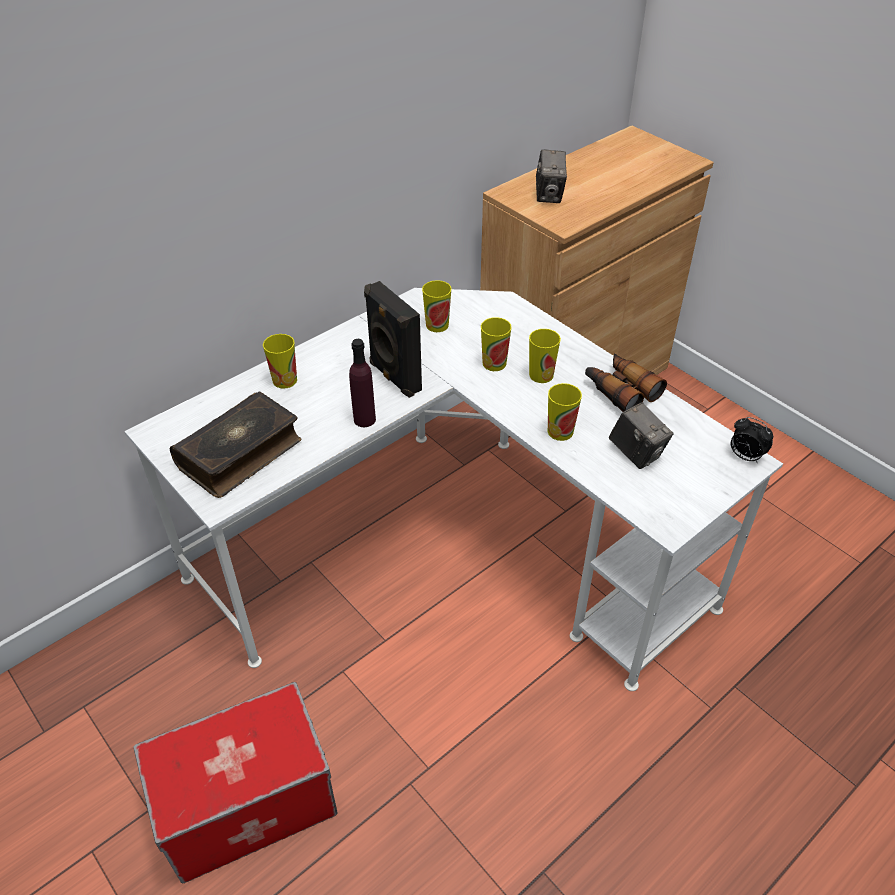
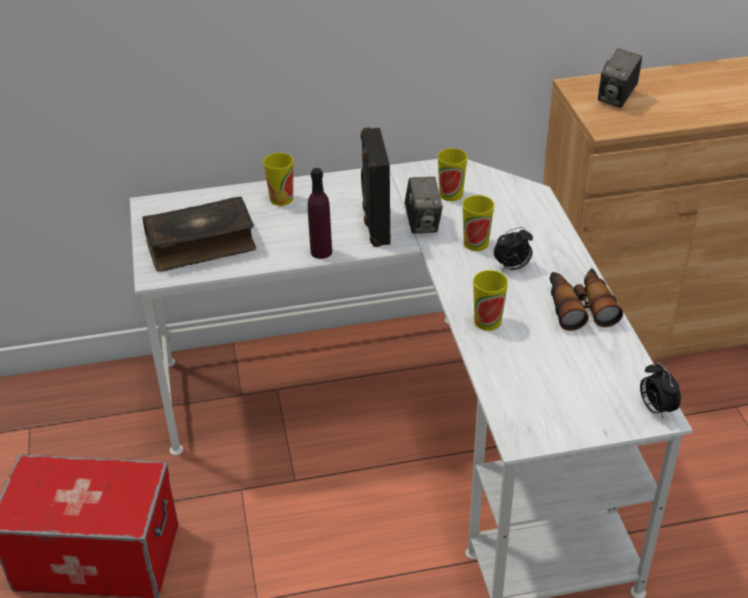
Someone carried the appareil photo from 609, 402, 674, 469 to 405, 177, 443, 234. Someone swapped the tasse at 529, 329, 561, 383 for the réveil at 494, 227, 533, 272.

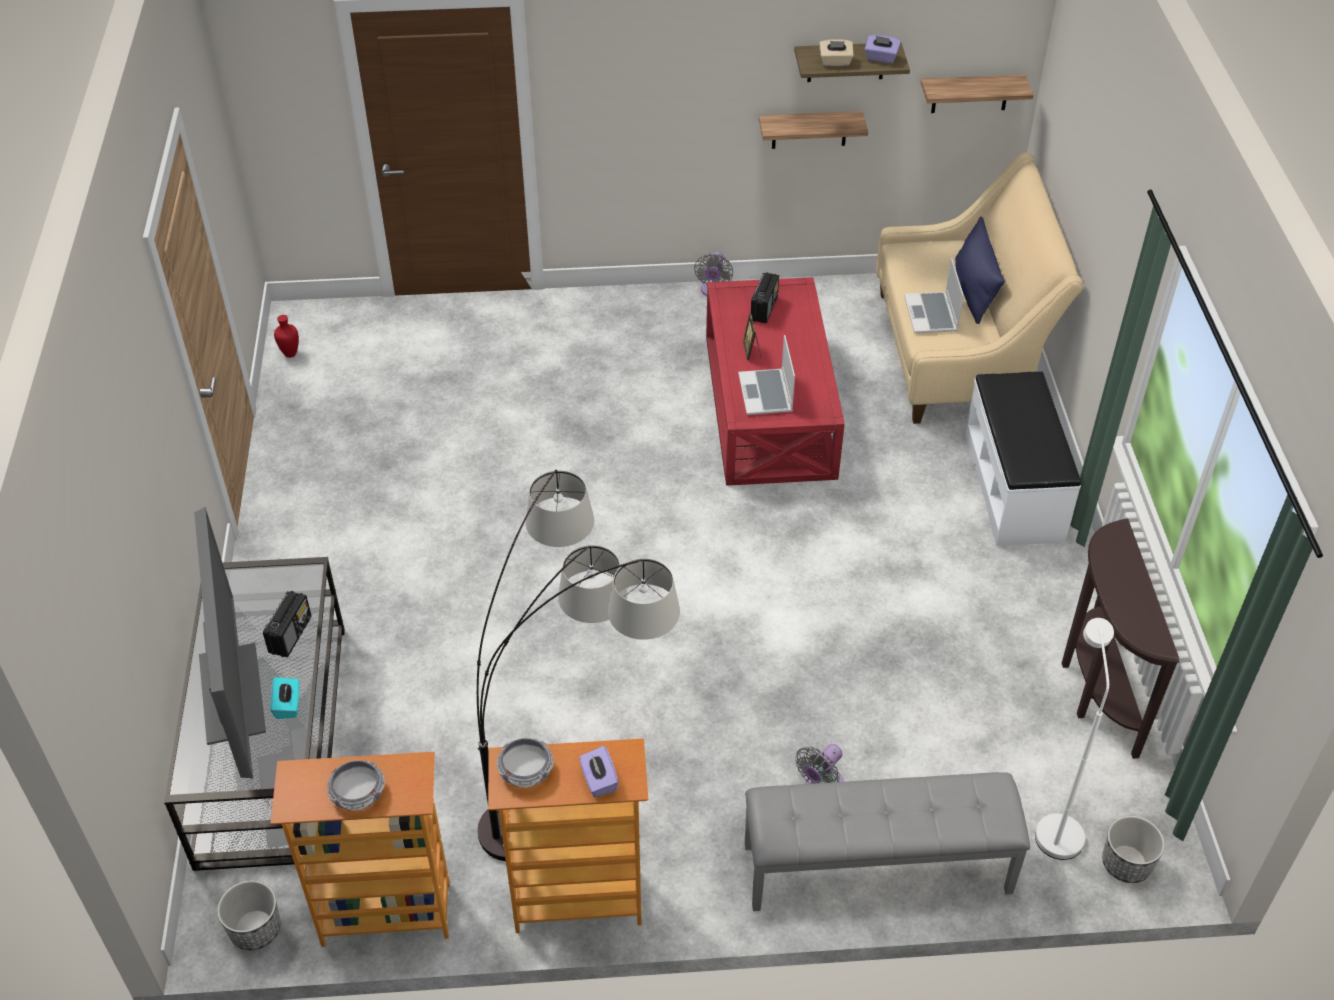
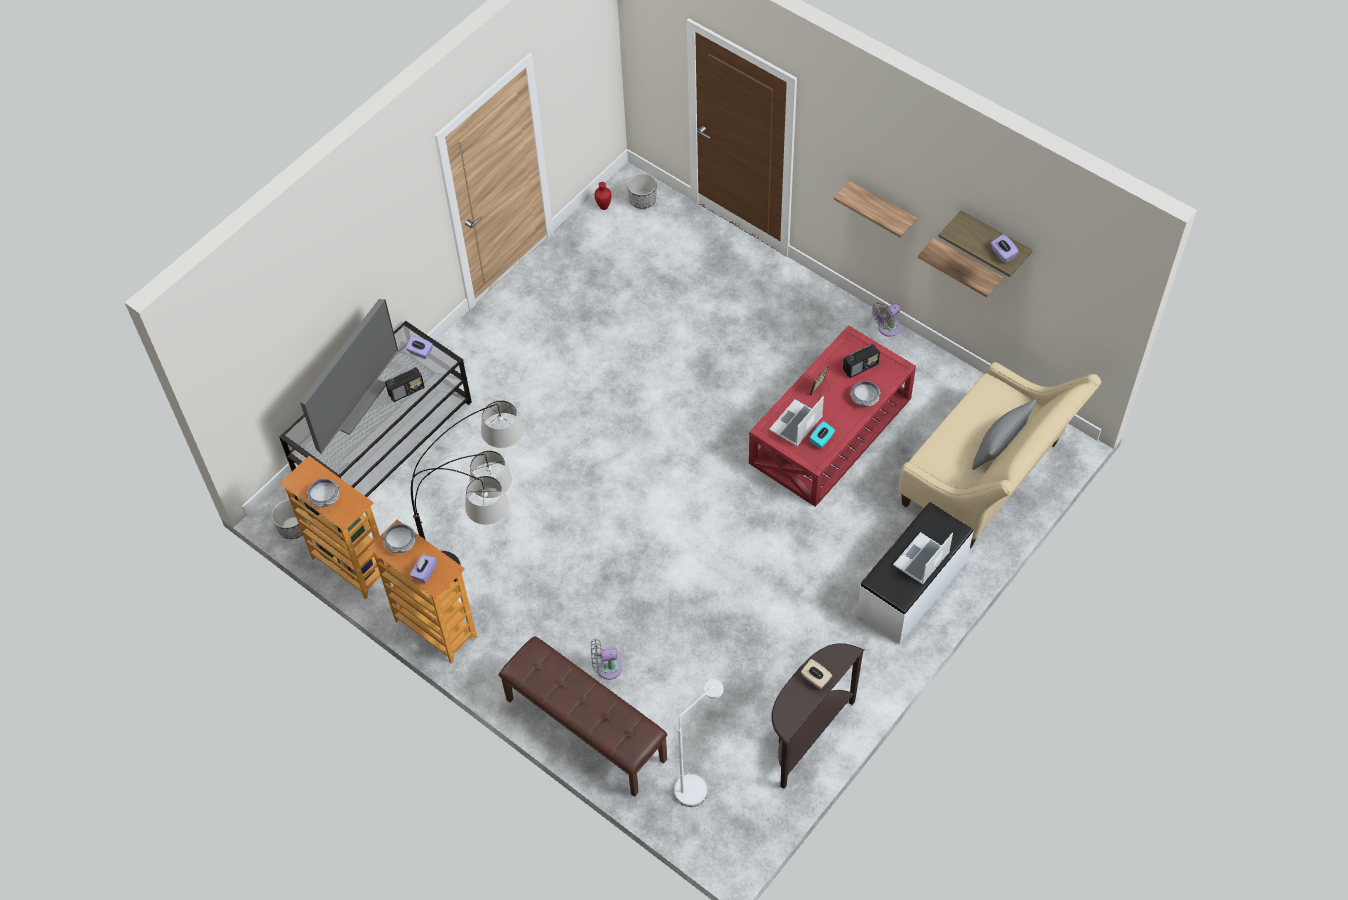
Someone put down the boîte à mouchoirs/violet at 406, 336, 433, 359. Someone put down the bol at 850, 381, 881, 407. Someone carried the boîte à mouchoirs/turquoise from 270, 677, 300, 719 to 810, 421, 835, 449. Someone carried the boîte à mouchoirs/beige from 819, 39, 854, 66 to 801, 659, 832, 689. Someone carried the ordinateur portable from 904, 258, 964, 333 to 893, 532, 953, 584. Someone carried the étagère from 921, 75, 1034, 113 to 834, 180, 917, 238. Someone carried the cache-pot from 1102, 816, 1165, 883 to 627, 173, 657, 209. Someone repainted the banc/gris at 745, 772, 1030, 911, which became the banc/marron at 499, 636, 667, 797. Someone repainted the coussin/bleu at 955, 217, 1005, 324, which became the coussin/gris at 972, 399, 1036, 470.

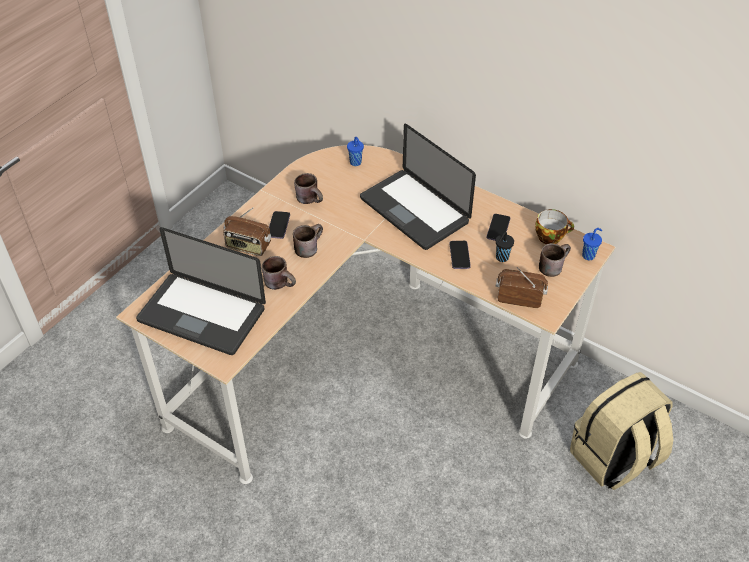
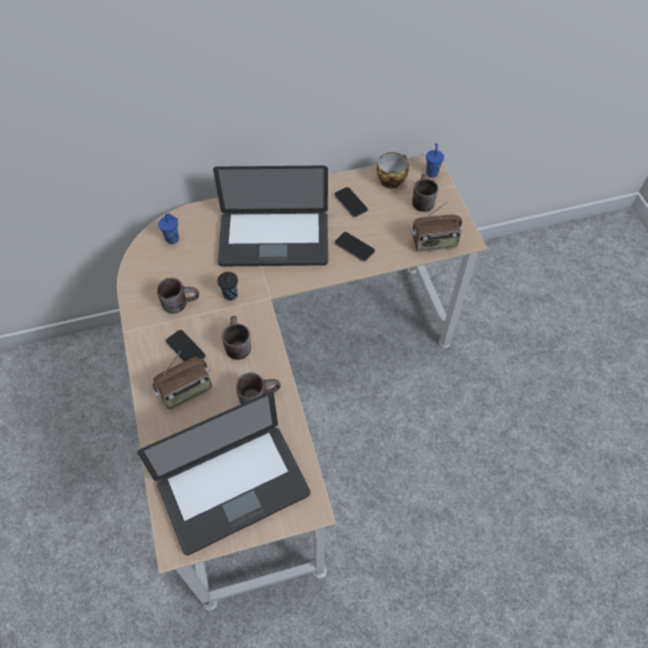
Someone took away the sac à dos/beige at 570, 372, 673, 490. Someone carried the tasse/noir from 495, 232, 514, 262 to 217, 272, 238, 301. Someone rotated the radio at 496, 267, 548, 308 by 150 degrees counterclockwise.

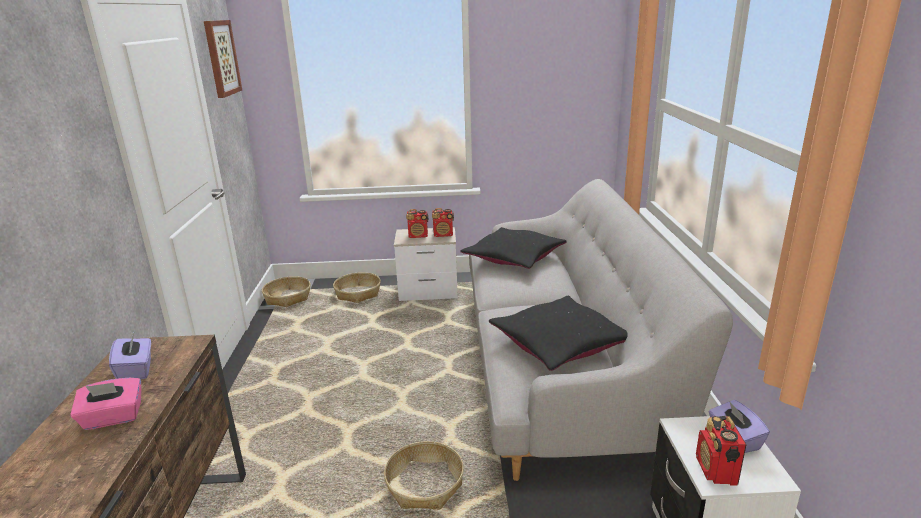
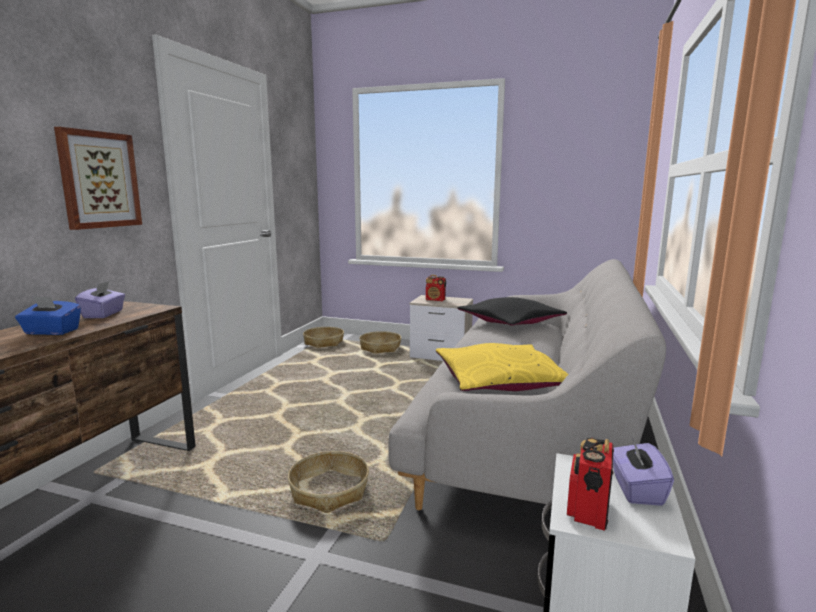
Someone took away the radio at 432, 208, 454, 237. Someone carried the tableau from 204, 20, 242, 98 to 54, 127, 142, 230. Someone repainted the boîte à mouchoirs/rose at 70, 378, 141, 430, which became the boîte à mouchoirs/bleu at 15, 296, 81, 335. Someone repainted the coussin/noir at 489, 296, 628, 371, which became the coussin/jaune at 436, 343, 568, 391.

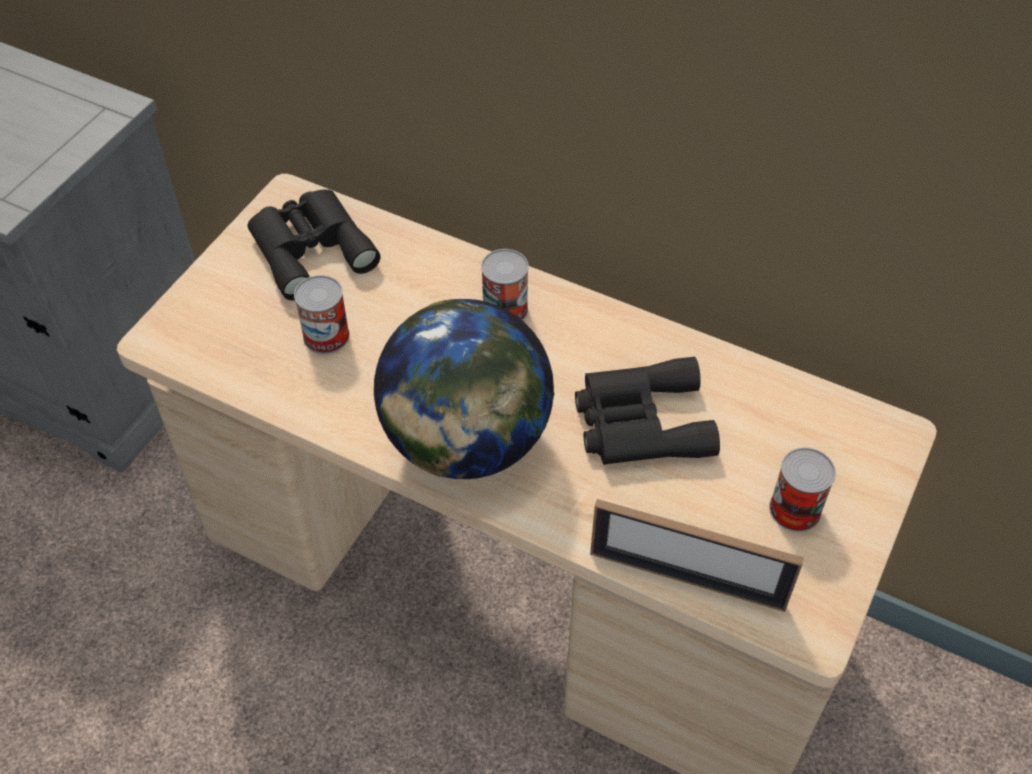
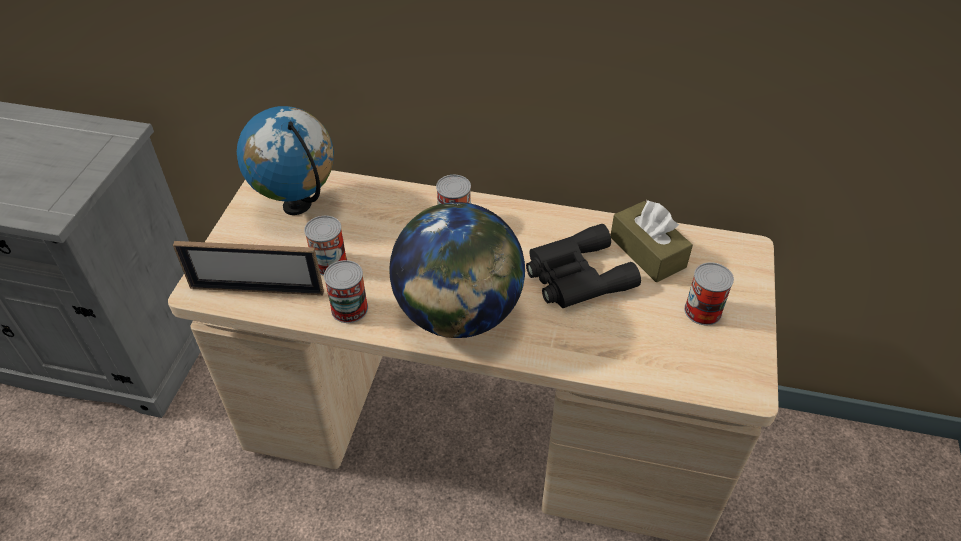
Someone put down the boîte métallique at 324, 260, 368, 323. Someone put down the boîte à mouchoirs/marron at 610, 201, 693, 282. Someone carried the cadre photo from 590, 499, 804, 612 to 173, 241, 324, 295. Someone swapped the jumelles/noir at 248, 190, 380, 300 for the globe at 237, 106, 334, 215.

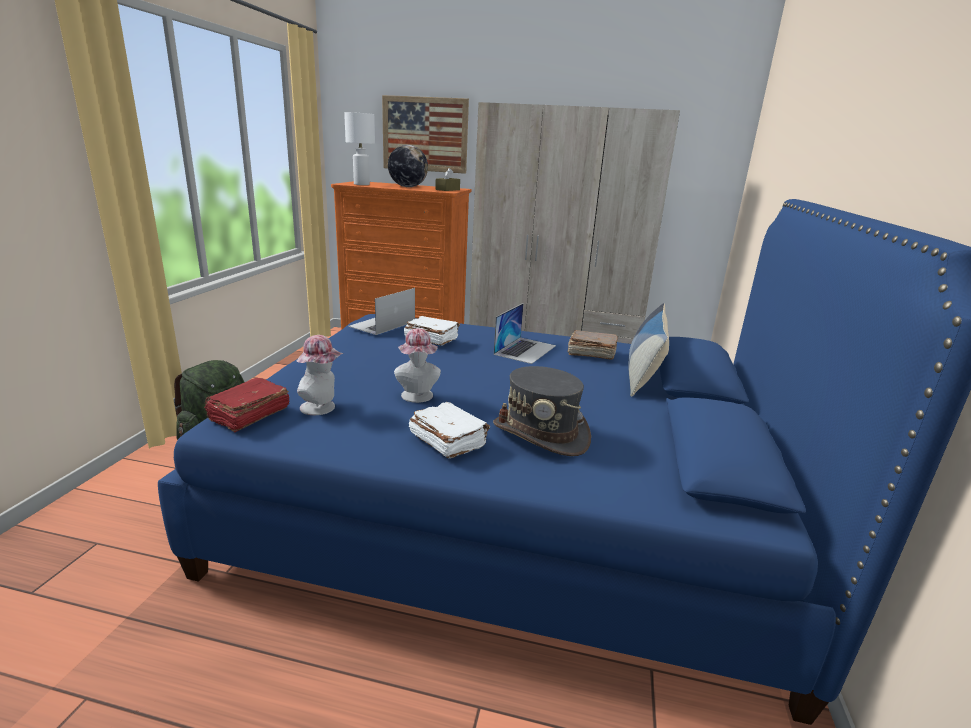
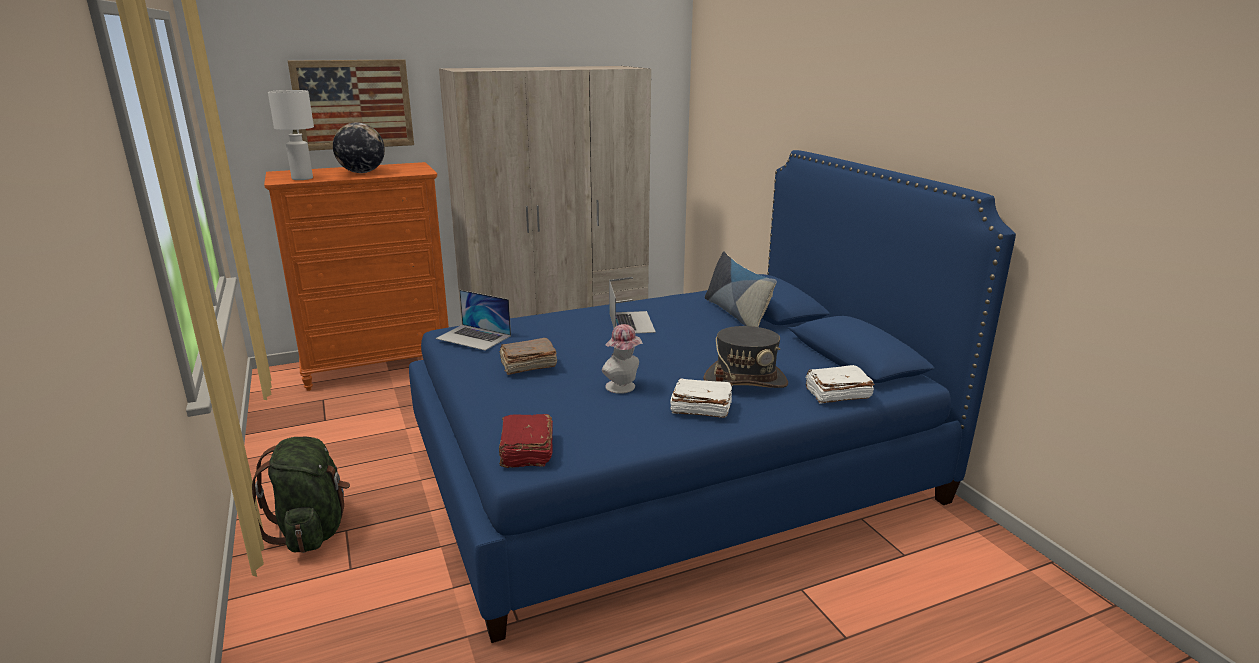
Someone took away the chapeau at 297, 335, 343, 415. Someone took away the boîte à mouchoirs/marron at 435, 168, 460, 191. Someone carried the livre/blanc from 404, 316, 460, 346 to 806, 365, 875, 404. Someone carried the livre/marron from 568, 330, 618, 360 to 499, 338, 557, 375. Someone rotated the ordinateur portable at 348, 288, 415, 335 by 60 degrees counterclockwise.

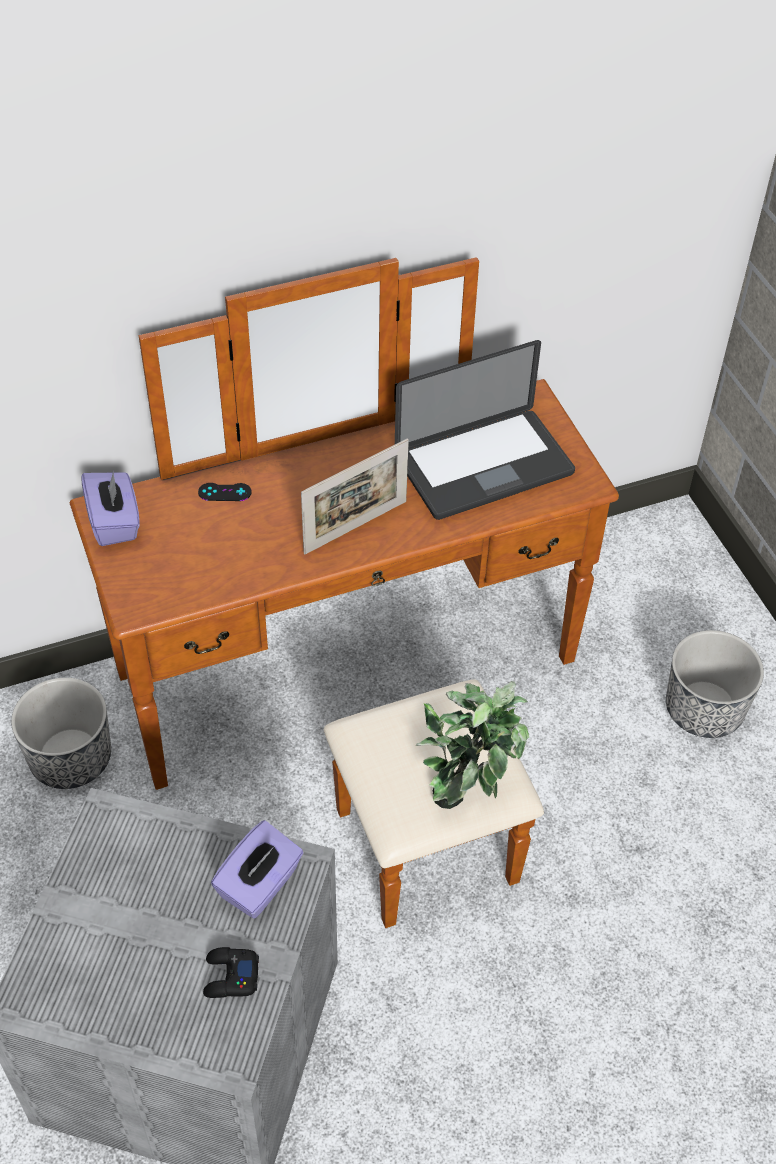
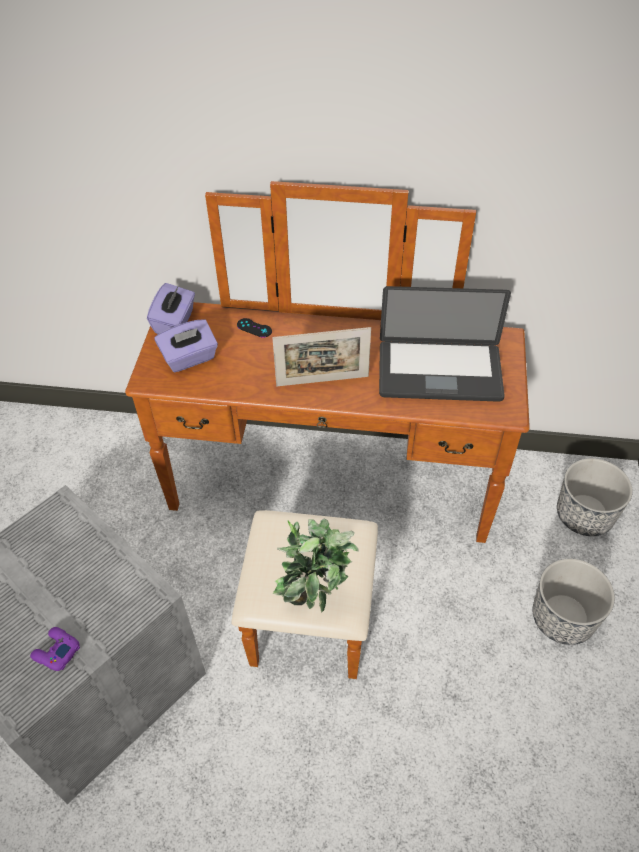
Someone carried the cache-pot from 11, 677, 111, 789 to 557, 458, 633, 536. Someone carried the boîte à mouchoirs/violet from 211, 820, 304, 919 to 154, 319, 218, 372. Someone repainted the manette/noir at 203, 947, 259, 998, which became the manette/violet at 30, 627, 80, 671.

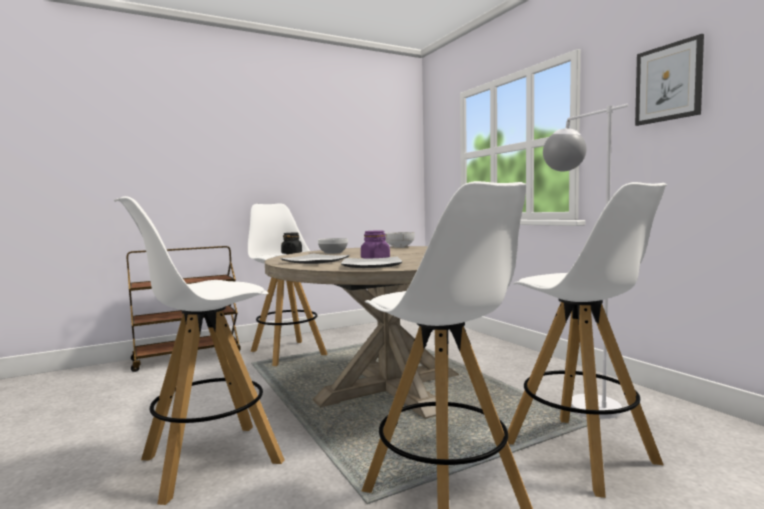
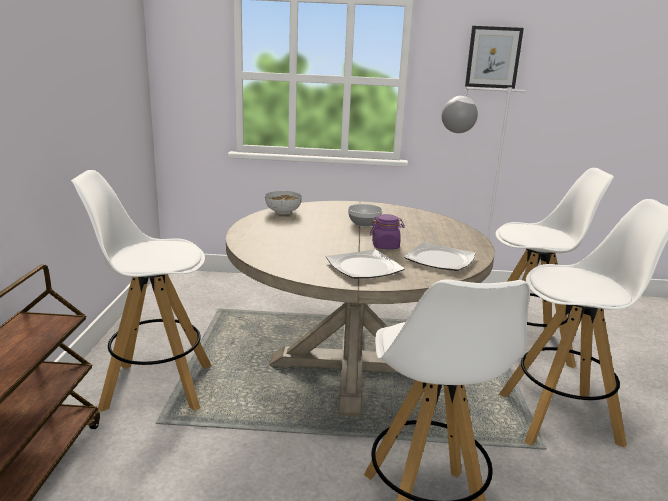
Someone took away the bocal/noir at 281, 233, 302, 254. Someone carried the bol from 318, 238, 348, 254 to 348, 204, 383, 227.

